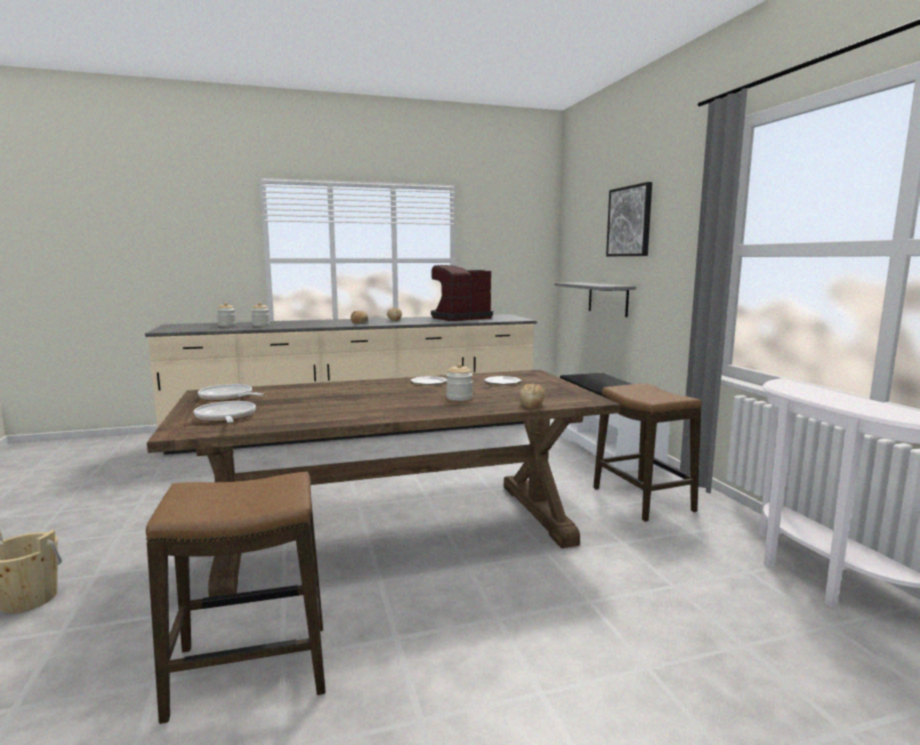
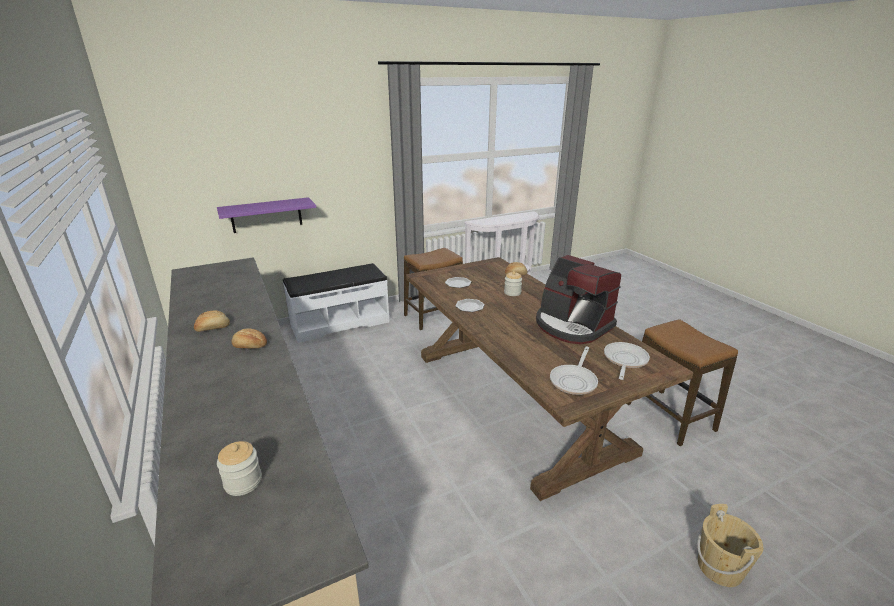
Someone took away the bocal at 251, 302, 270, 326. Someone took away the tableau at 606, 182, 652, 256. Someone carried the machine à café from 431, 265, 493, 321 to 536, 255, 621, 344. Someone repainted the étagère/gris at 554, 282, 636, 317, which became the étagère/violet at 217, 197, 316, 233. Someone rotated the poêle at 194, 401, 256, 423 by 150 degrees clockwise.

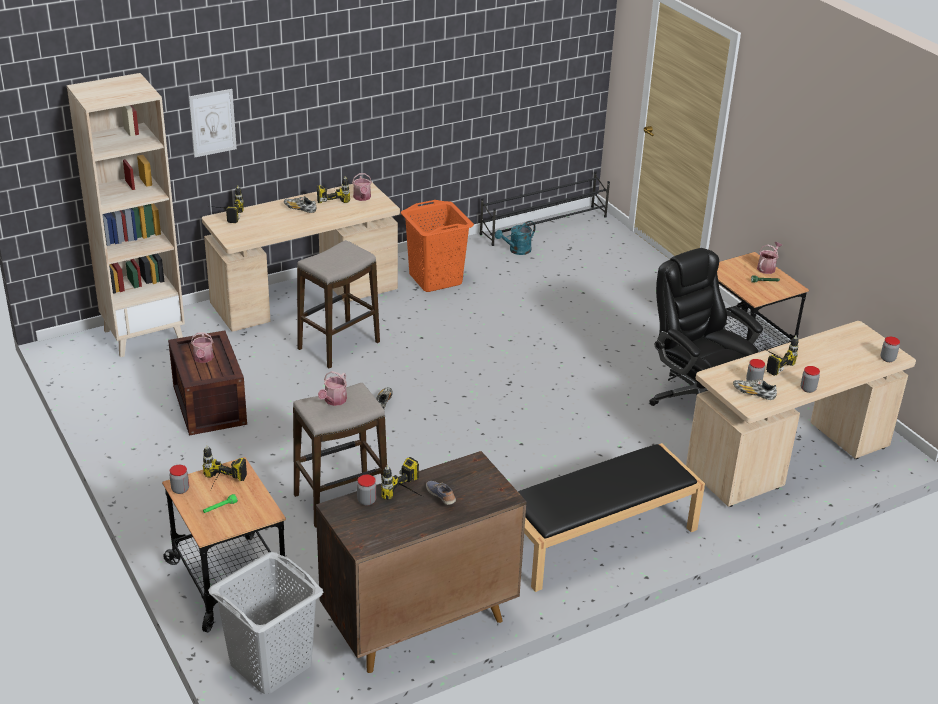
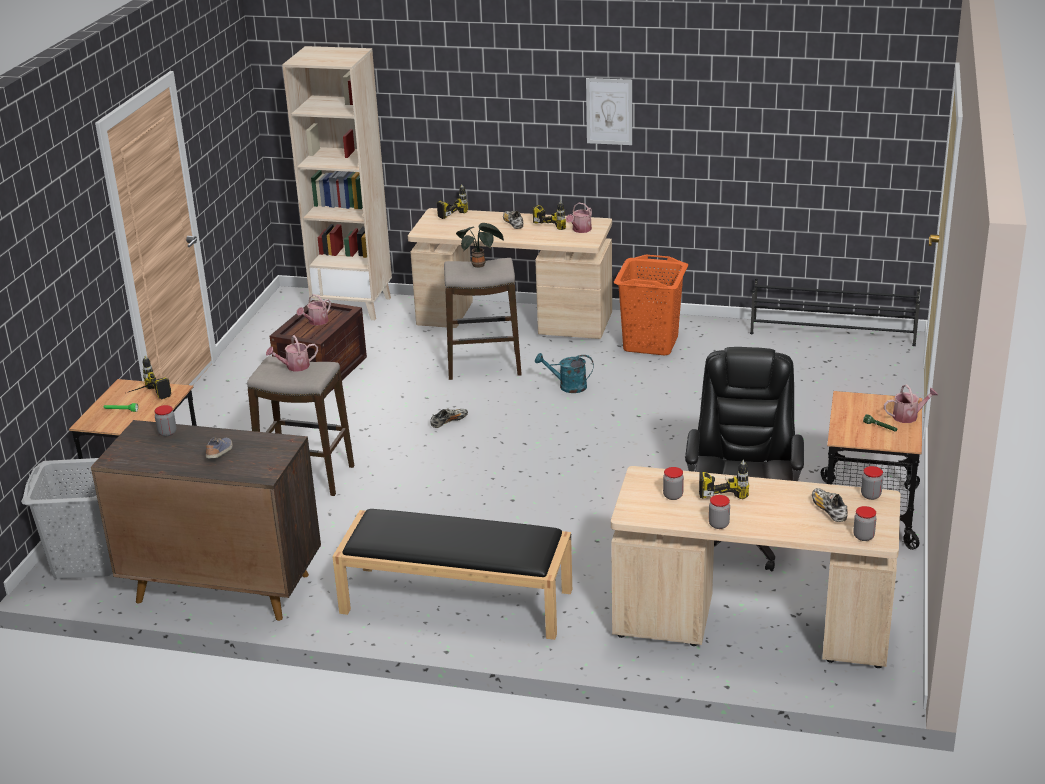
Someone took away the perceuse at 381, 457, 425, 500. Someone put down the plante en pot at 456, 223, 504, 268. Someone carried the bocal from 170, 465, 189, 494 to 861, 466, 883, 500. Someone carried the tableau from 189, 89, 237, 157 to 586, 78, 632, 145. Someone carried the arrosoir/turquoise from 495, 221, 536, 255 to 535, 353, 594, 393. Someone carried the chaussure from 733, 379, 777, 400 to 812, 488, 848, 522.

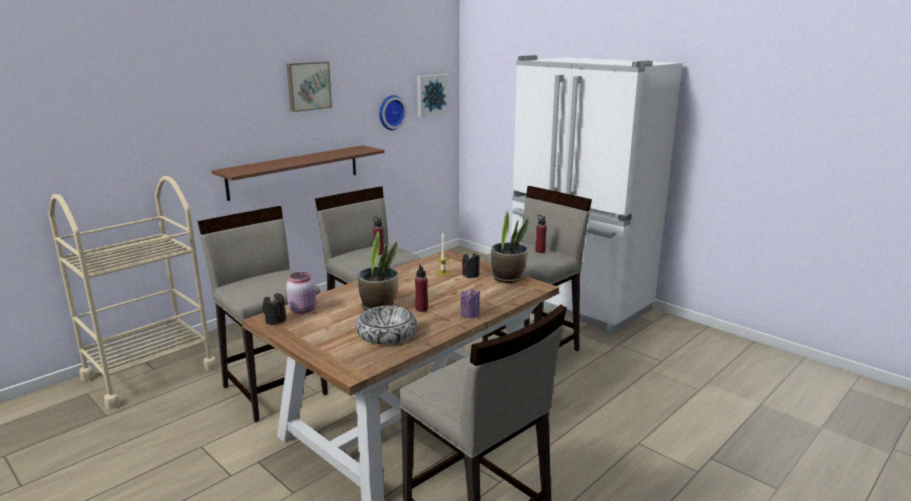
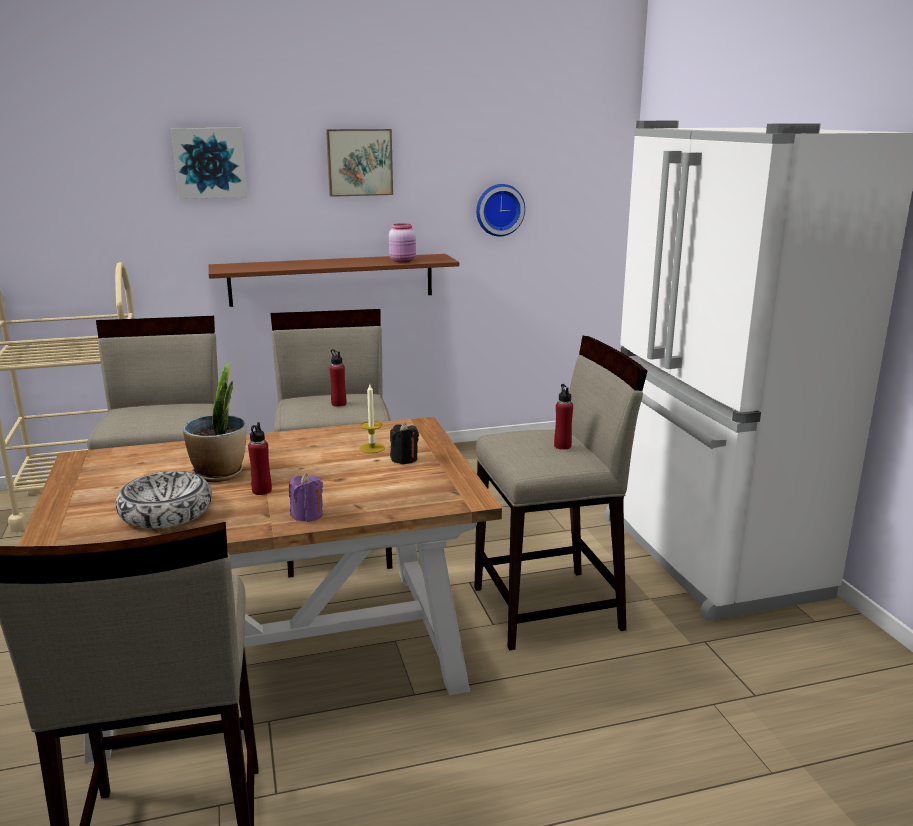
Someone took away the bougie/noir at 262, 293, 286, 325. Someone took away the plante en pot at 491, 210, 529, 283. Someone carried the bocal/rose from 286, 272, 316, 314 to 389, 223, 416, 263. Someone carried the tableau from 417, 74, 448, 117 to 171, 128, 247, 199.

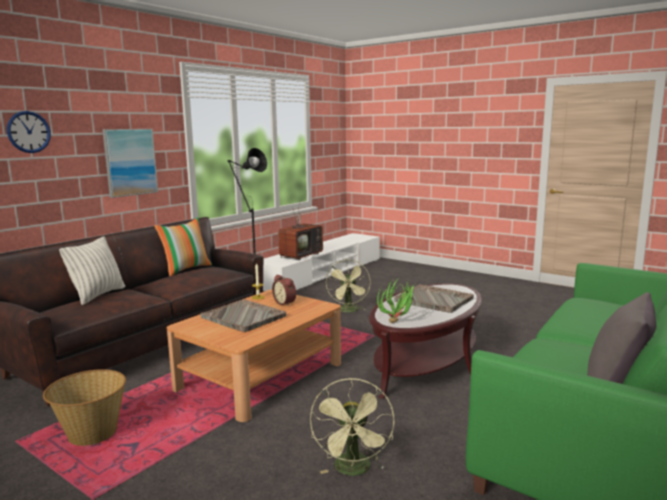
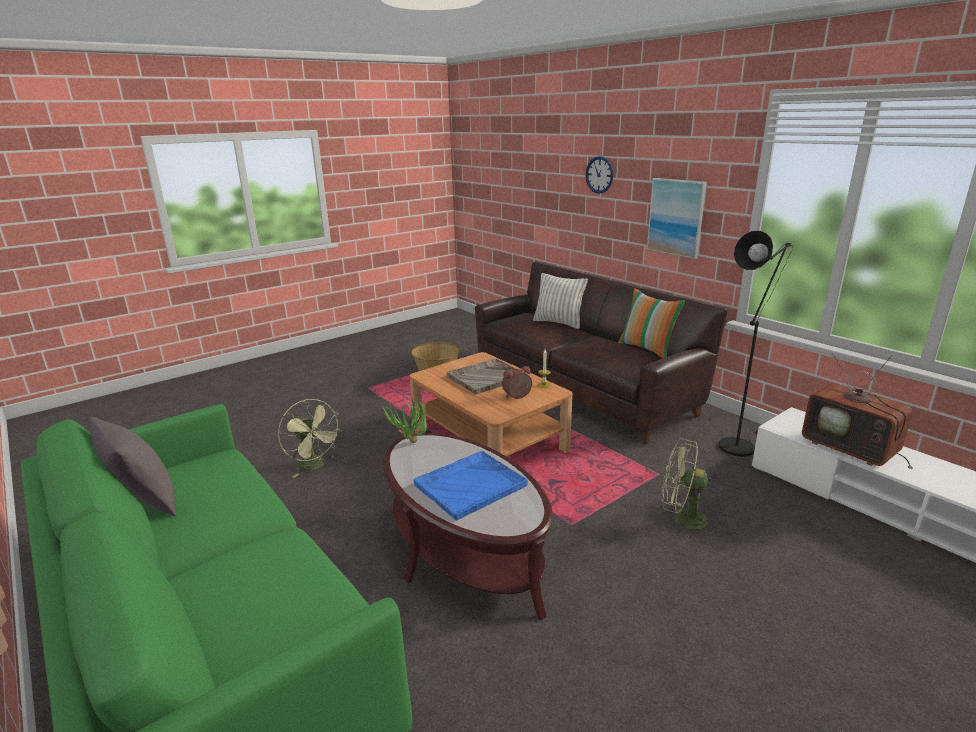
Someone repainted the plateau/gris at 394, 285, 474, 313, which became the plateau/bleu at 414, 451, 528, 521. Someone rotated the ventilateur/vert at 310, 378, 395, 476 by 150 degrees counterclockwise.

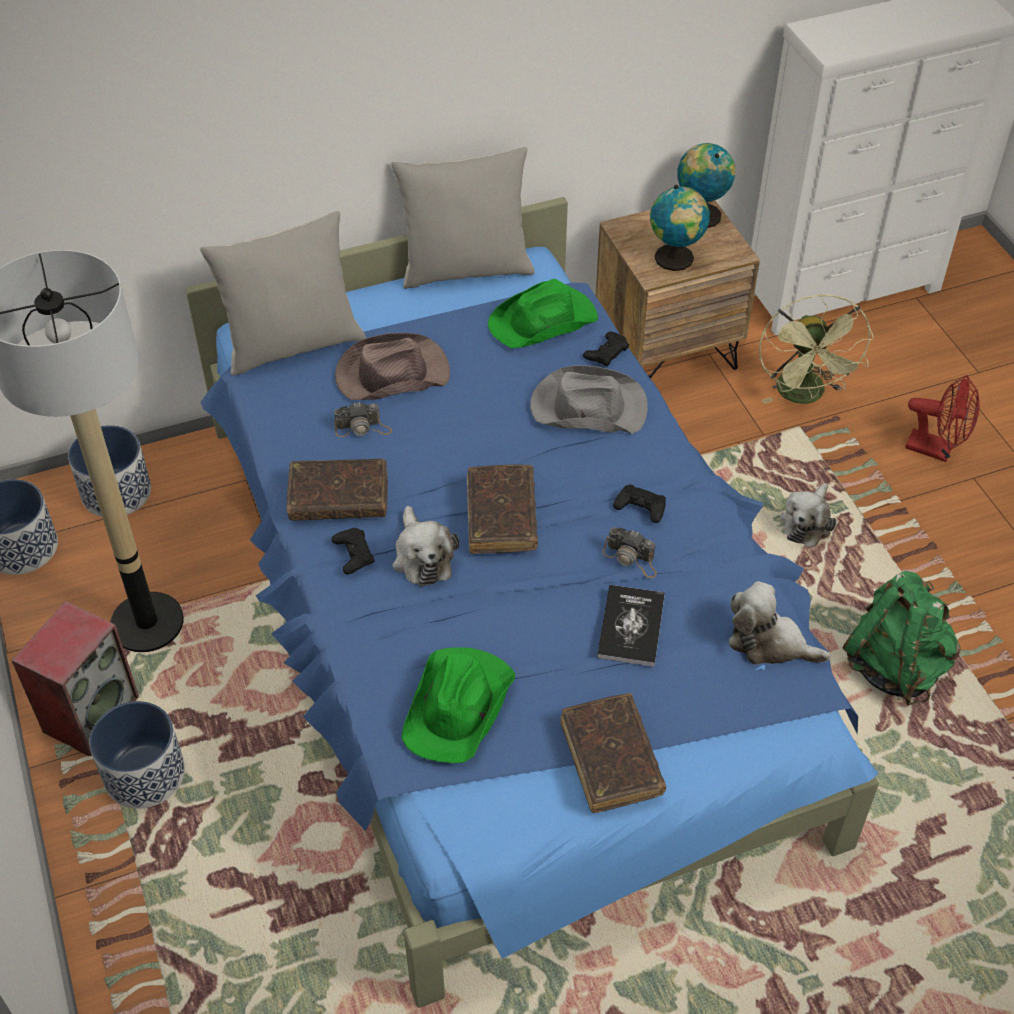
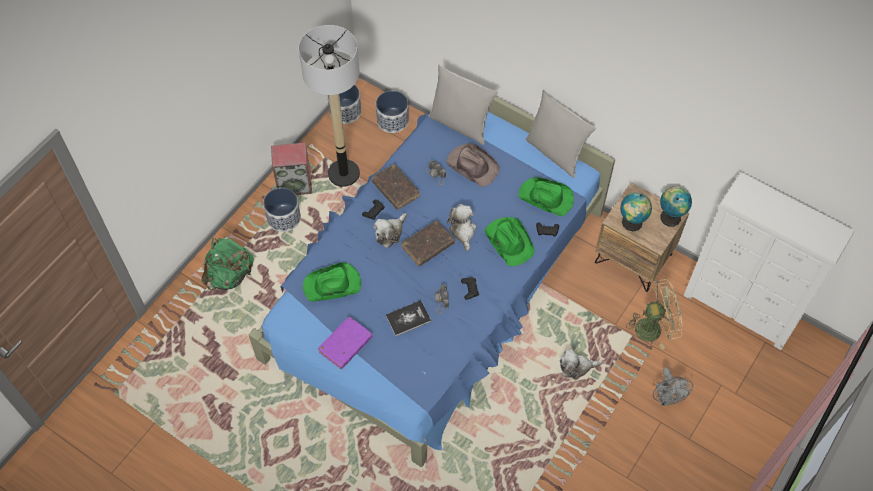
Someone carried the peluche from 729, 581, 830, 665 to 447, 204, 476, 251. Someone carried the sac à dos/vert from 842, 571, 961, 706 to 201, 237, 254, 291. Someone repainted the chapeau/gris at 530, 365, 648, 434, which became the chapeau/vert at 485, 217, 535, 266. Someone repainted the livre/marron at 560, 693, 666, 813, which became the livre/violet at 318, 317, 372, 369. Someone repainted the ventilateur/rouge at 905, 375, 980, 462, which became the ventilateur/gris at 653, 367, 693, 406. Someone rotated the ventilateur/vert at 759, 294, 874, 404 by 150 degrees counterclockwise.

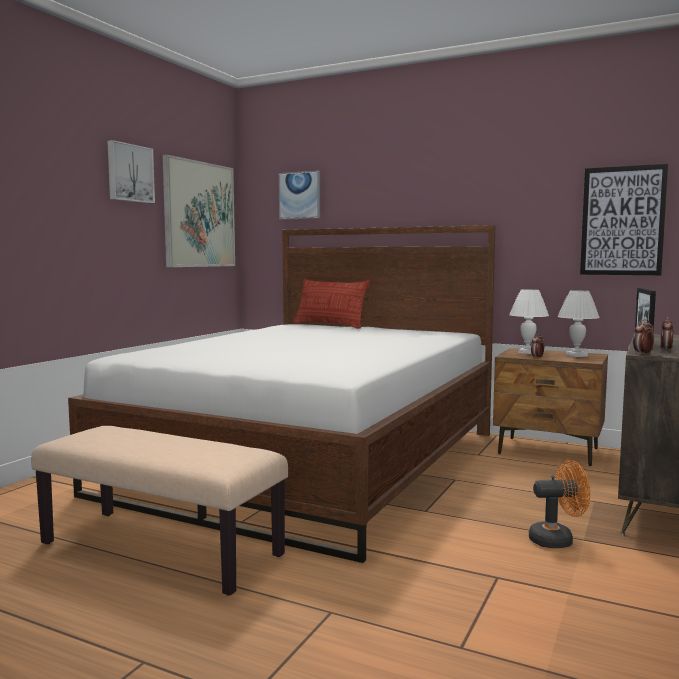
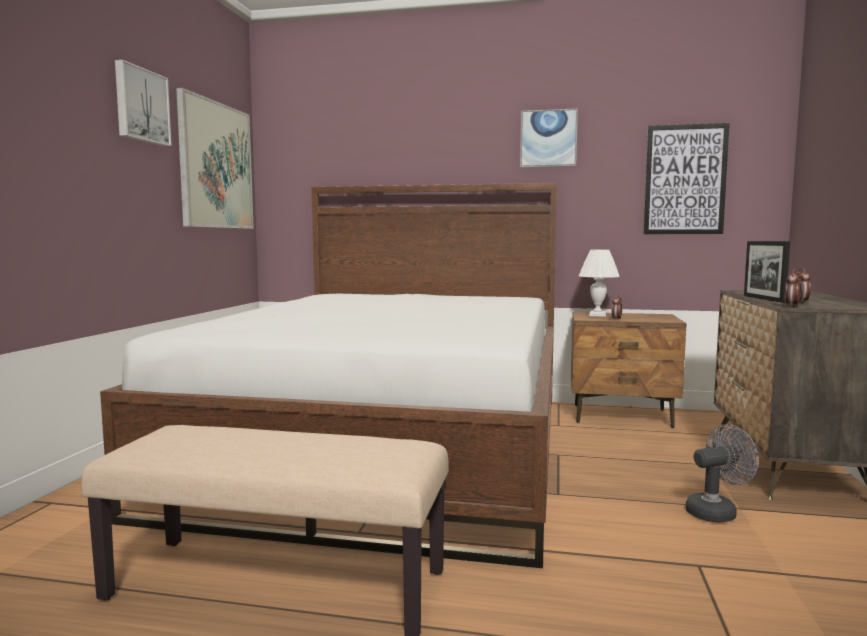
Someone took away the coussin at 294, 279, 370, 329. Someone took away the lampe de table/blanc at 557, 290, 600, 357. Someone carried the tableau from 279, 171, 320, 219 to 520, 108, 578, 168. Someone repainted the ventilateur/orange at 529, 460, 590, 548, which became the ventilateur/gris at 685, 424, 759, 522.

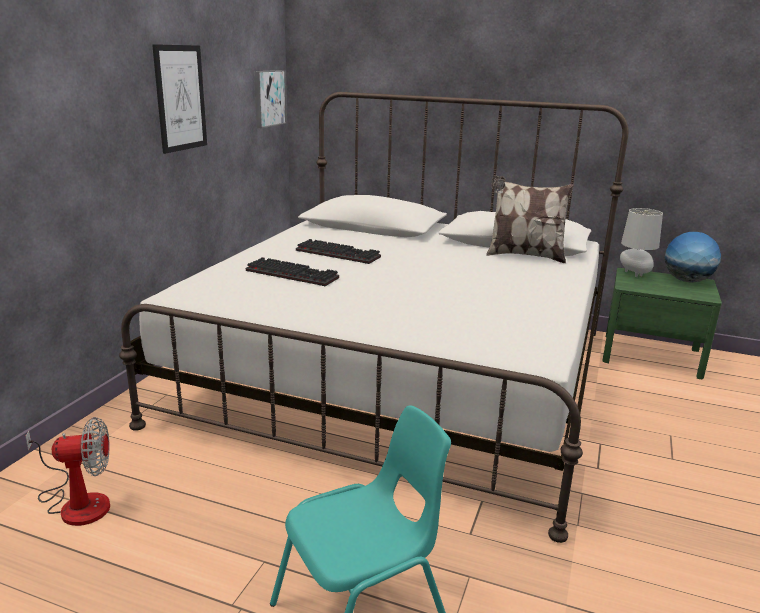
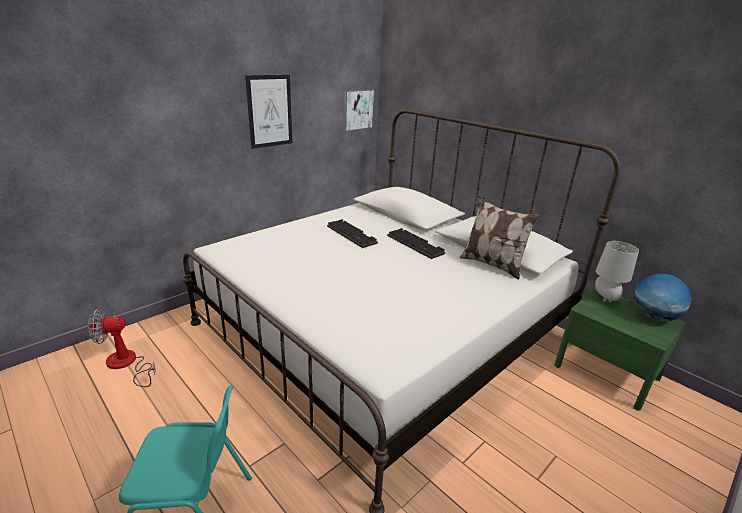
Someone carried the clavier from 246, 257, 339, 286 to 388, 228, 445, 259. Someone rotated the ventilateur at 25, 417, 110, 526 by 150 degrees clockwise.

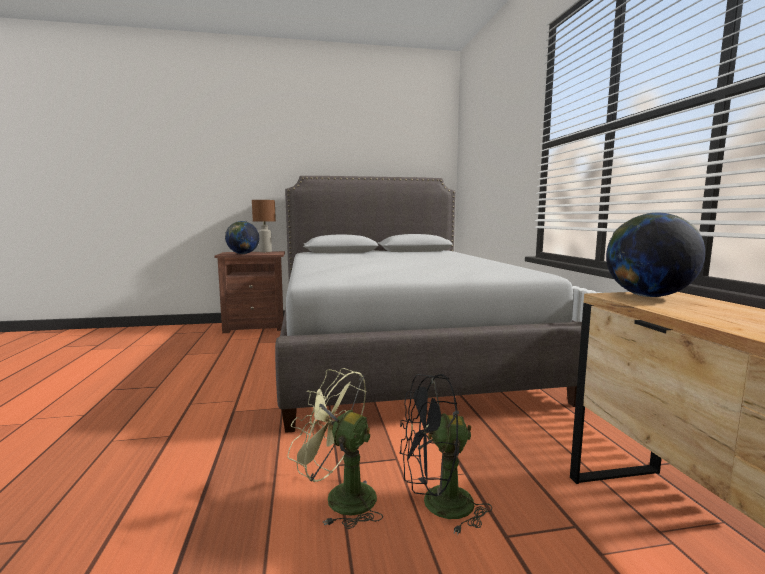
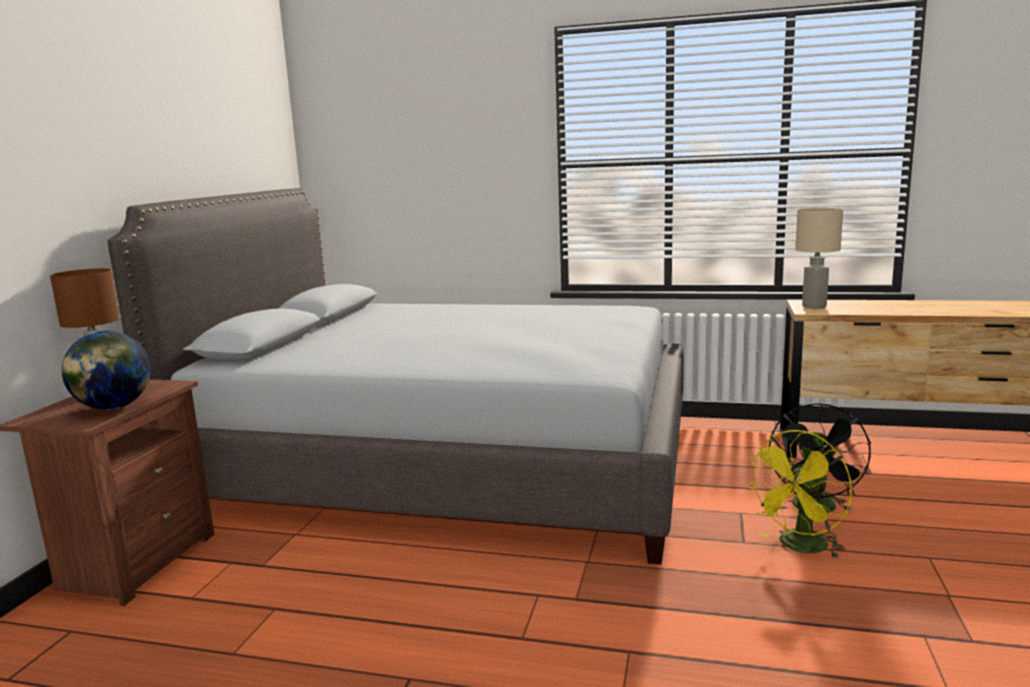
Someone swapped the globe at 606, 212, 705, 297 for the lampe de table/beige at 795, 208, 843, 309. Someone repainted the ventilateur/vert at 287, 368, 383, 529, which became the ventilateur/jaune at 745, 430, 852, 559.

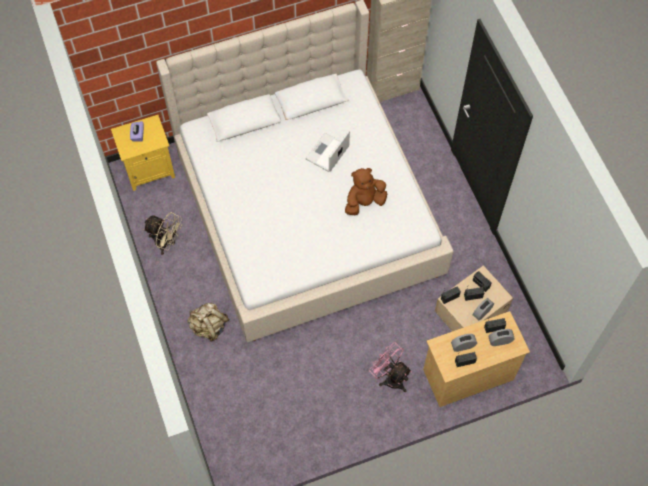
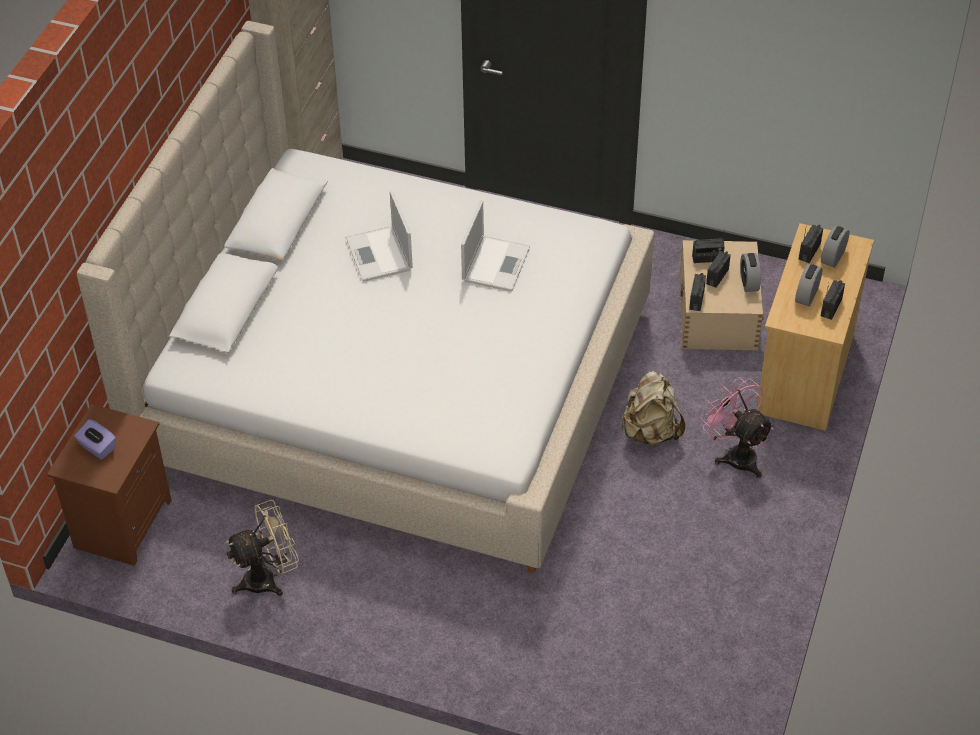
Someone carried the sac à dos/beige from 187, 303, 230, 342 to 621, 371, 685, 446. Someone swapped the peluche/marron at 345, 168, 388, 215 for the ordinateur portable at 461, 201, 530, 292. Someone repainted the table de chevet/jaune at 111, 115, 175, 191, which became the table de chevet/marron at 47, 404, 172, 566. Someone rotated the ventilateur/rose at 369, 342, 412, 392 by 60 degrees clockwise.

